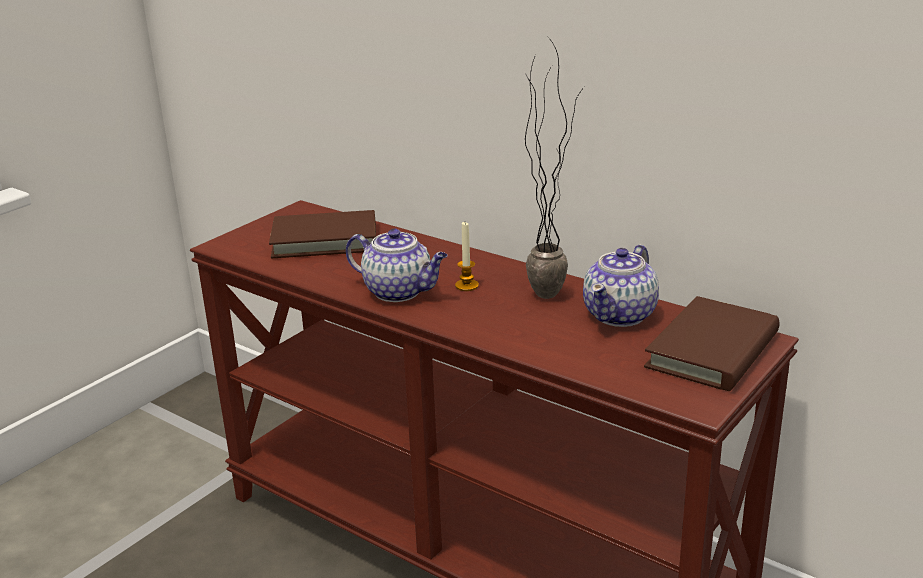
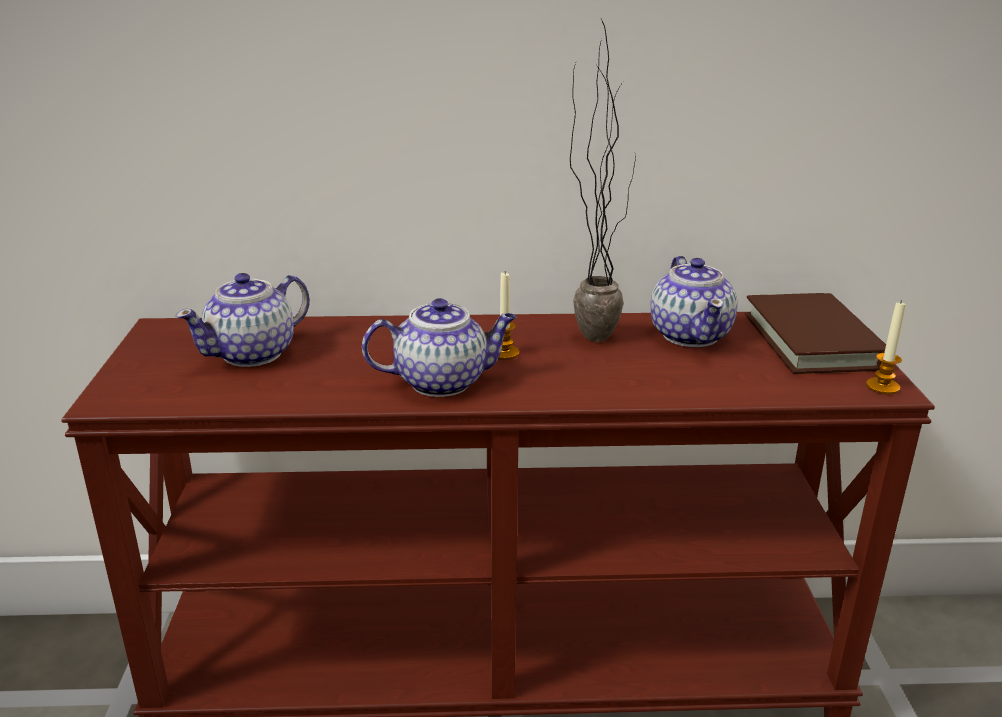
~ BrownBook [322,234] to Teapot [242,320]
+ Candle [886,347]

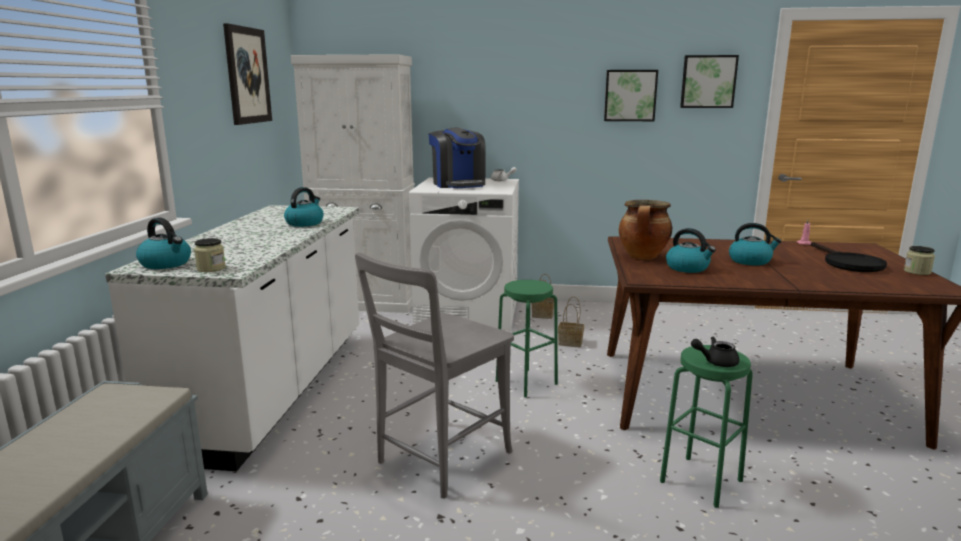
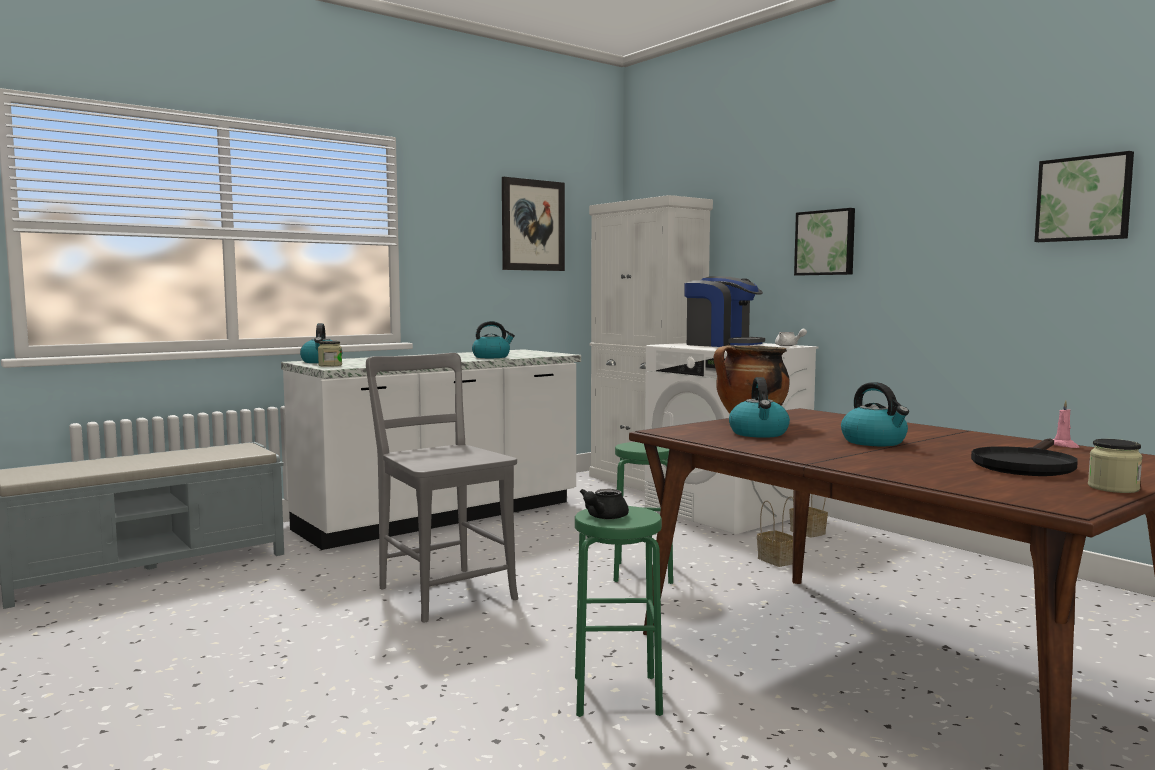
~ Picture [631,95] to [824,241]
~ CoffeeMachine [457,158] = [724,311] 75 degrees counterclockwise
~ GreyChair [434,375] = [442,488] 60 degrees clockwise
~ BlackTeapot [715,352] = [604,504] 105 degrees counterclockwise

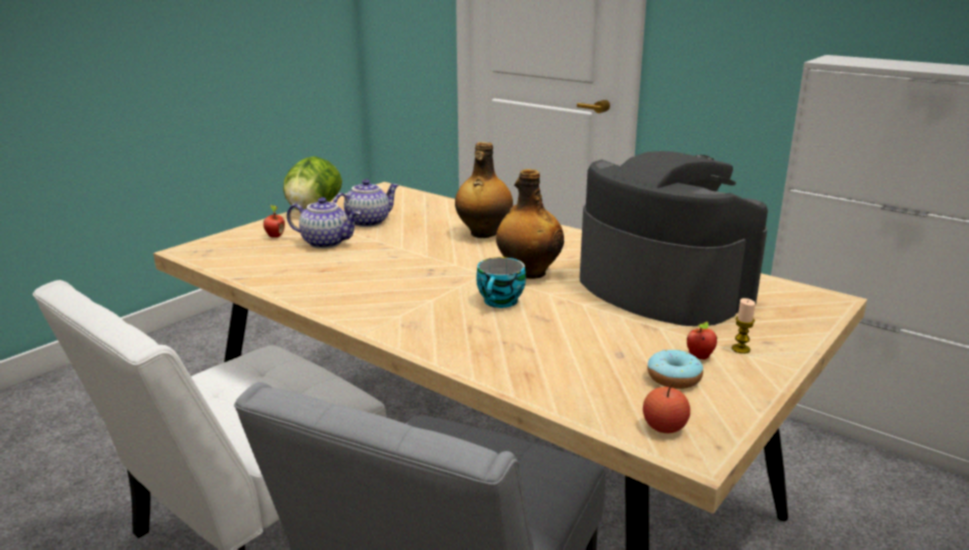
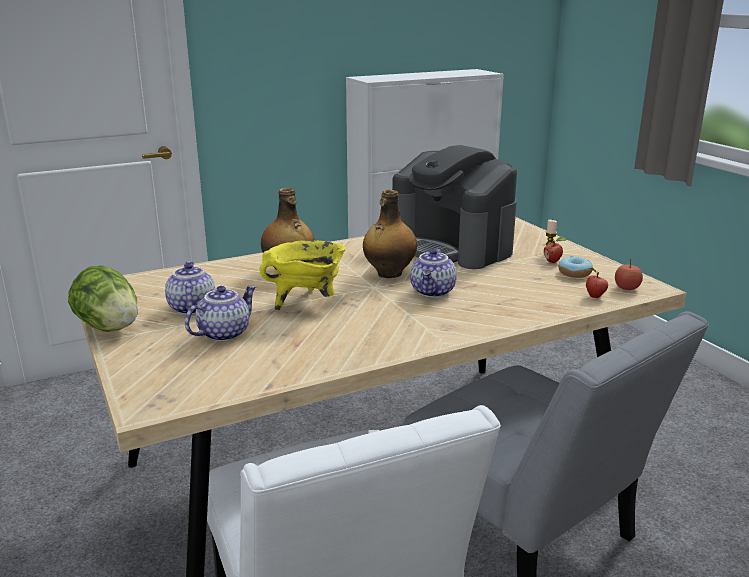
~ CoffeeMachine [674,238] = [454,207] 120 degrees counterclockwise
~ Apple [274,221] to [597,283]
~ Cup [501,282] to Teapot [433,272]
+ YellowCookingPot [302,275]

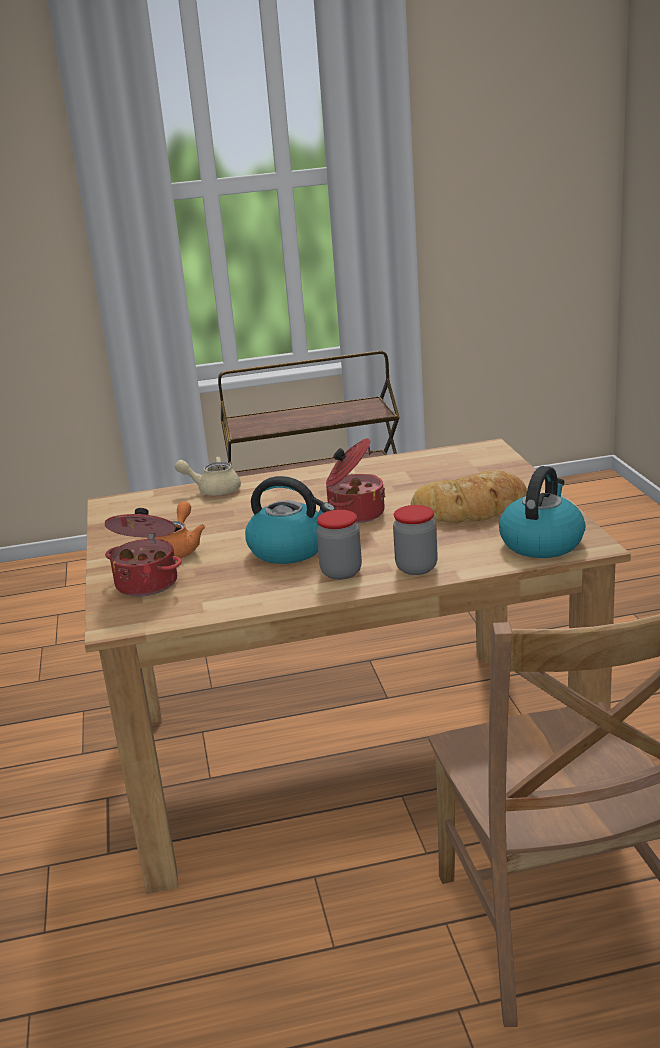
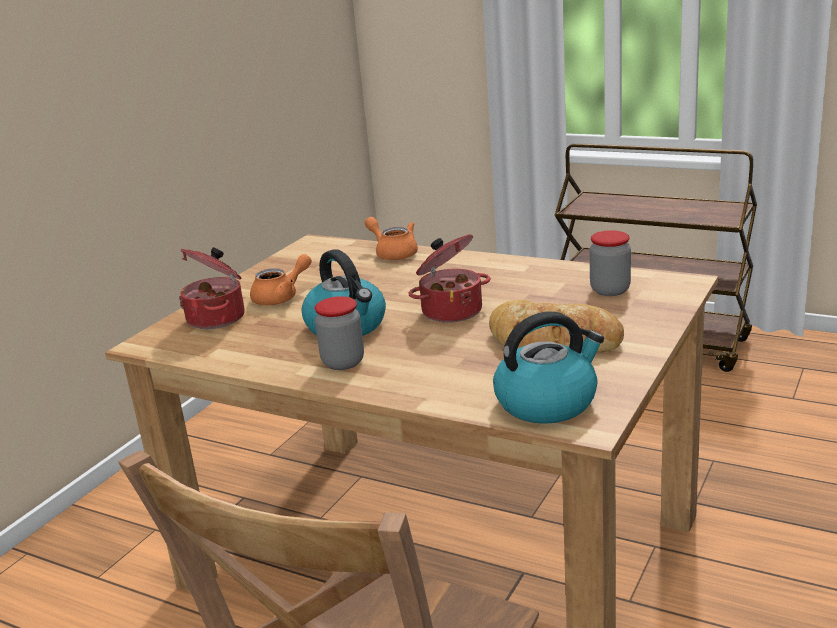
~ BeigeTeapot [208,476] to OrangeTeapot [391,238]
~ Jar [415,540] to [610,263]

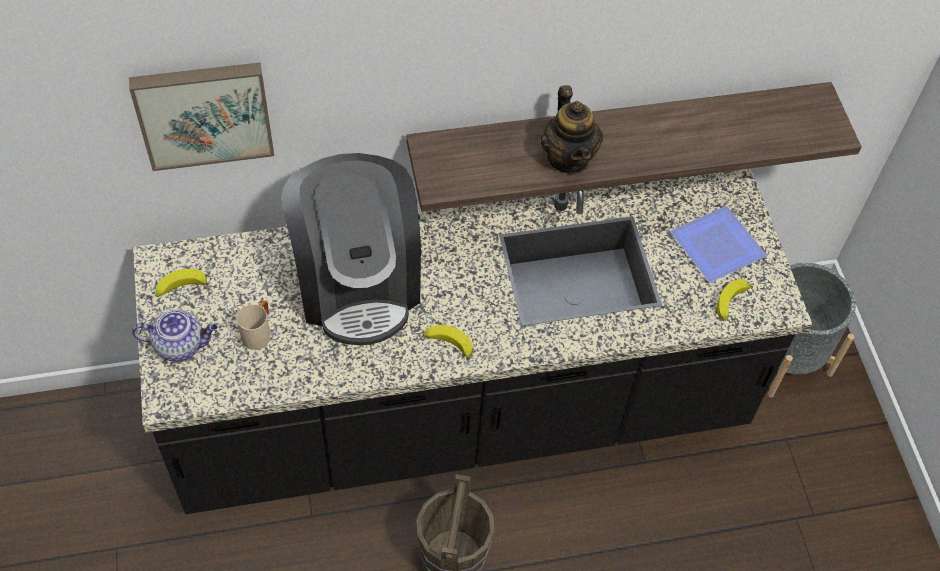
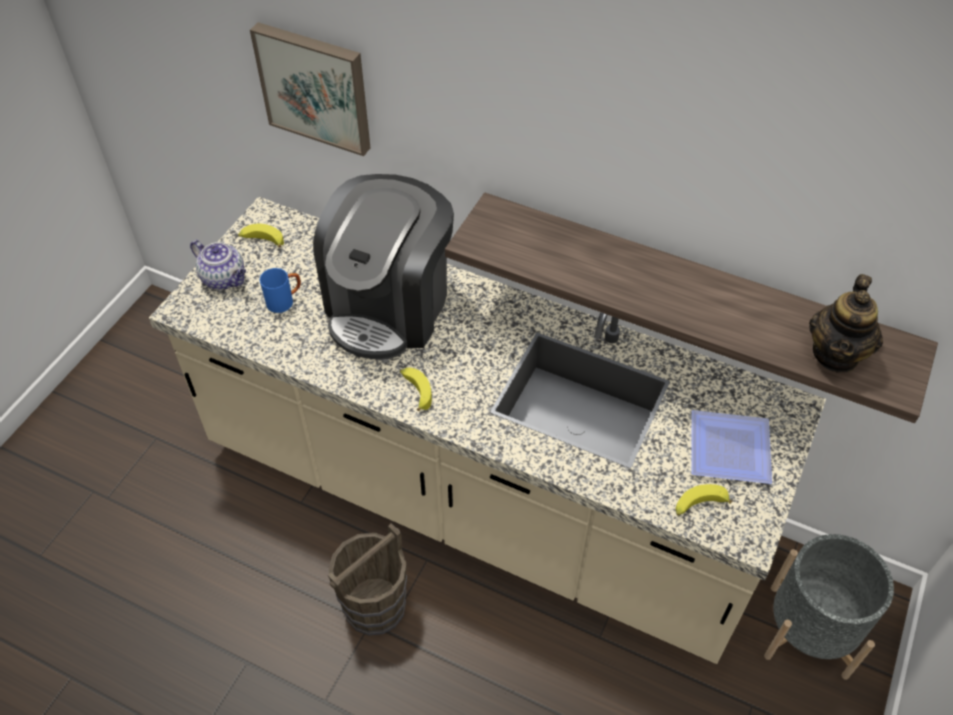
~ Teapot [572,129] to [846,323]
~ BlackCounter [472,341] to BeigeCounter [487,430]
~ BeigeMug [253,325] to BlueMug [280,290]

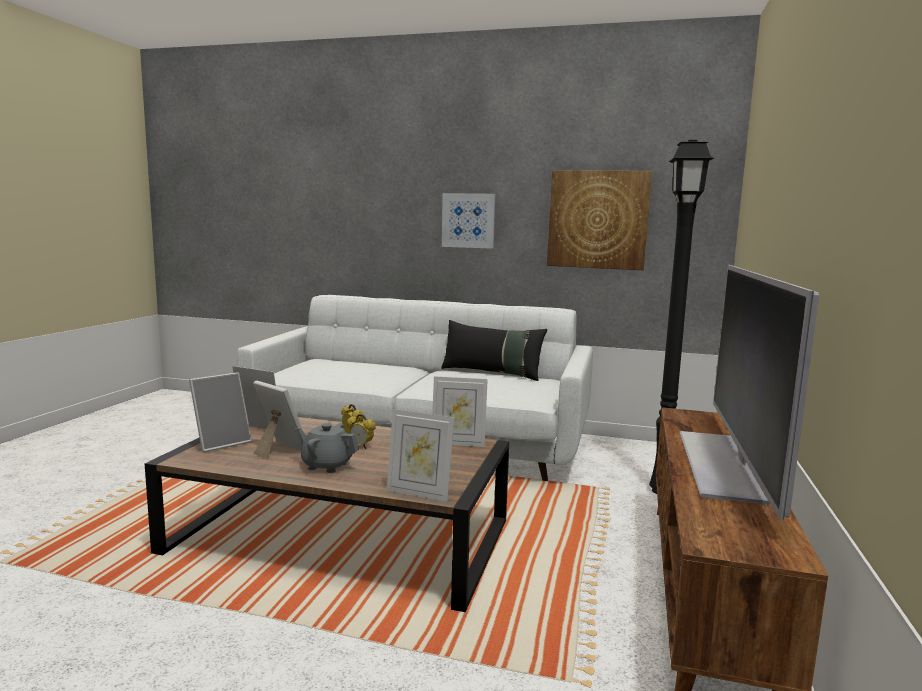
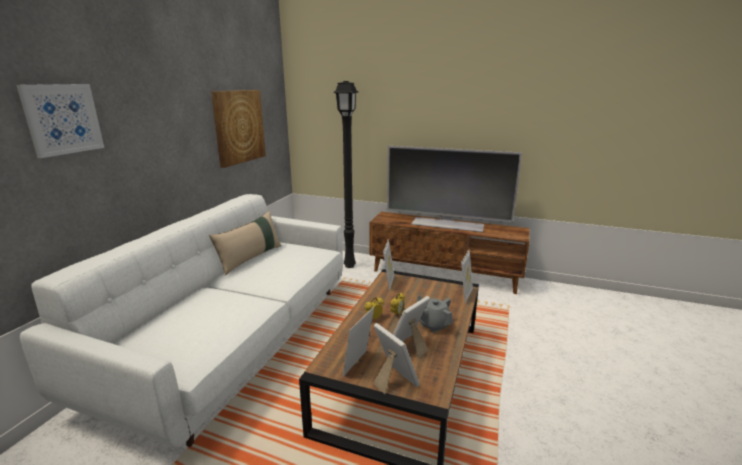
~ Picture [468,221] to [60,121]
~ BlackPillow [494,350] to BeigePillow [245,243]
~ GreyTeapot [326,448] = [435,314] 120 degrees clockwise

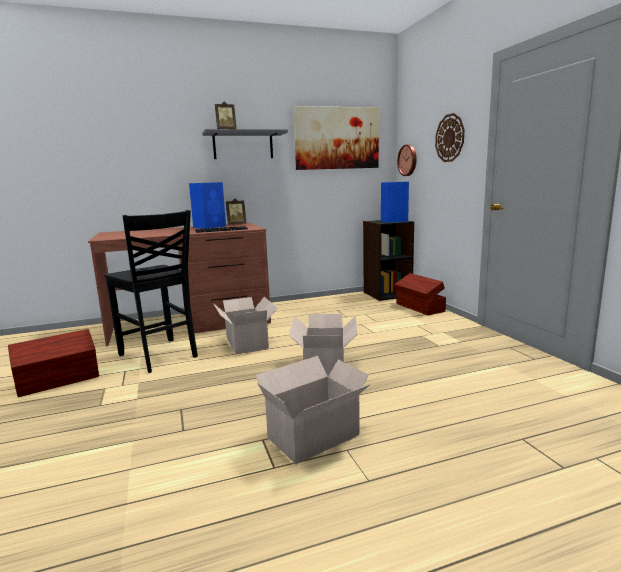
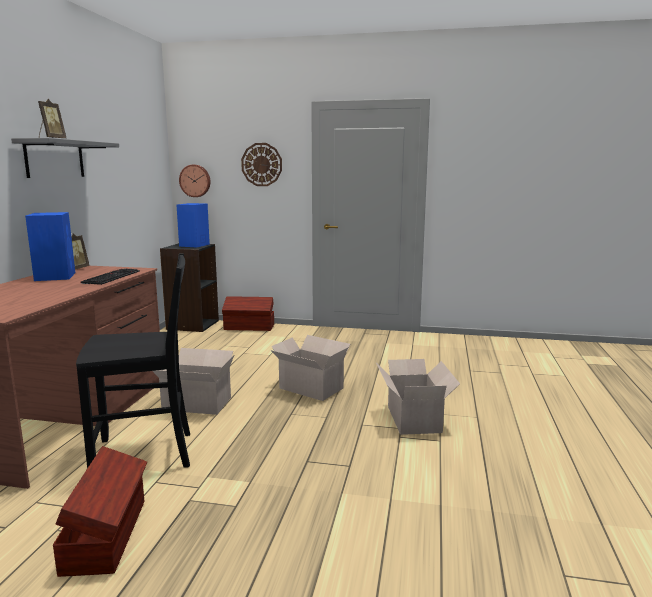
- Picture [336,138]

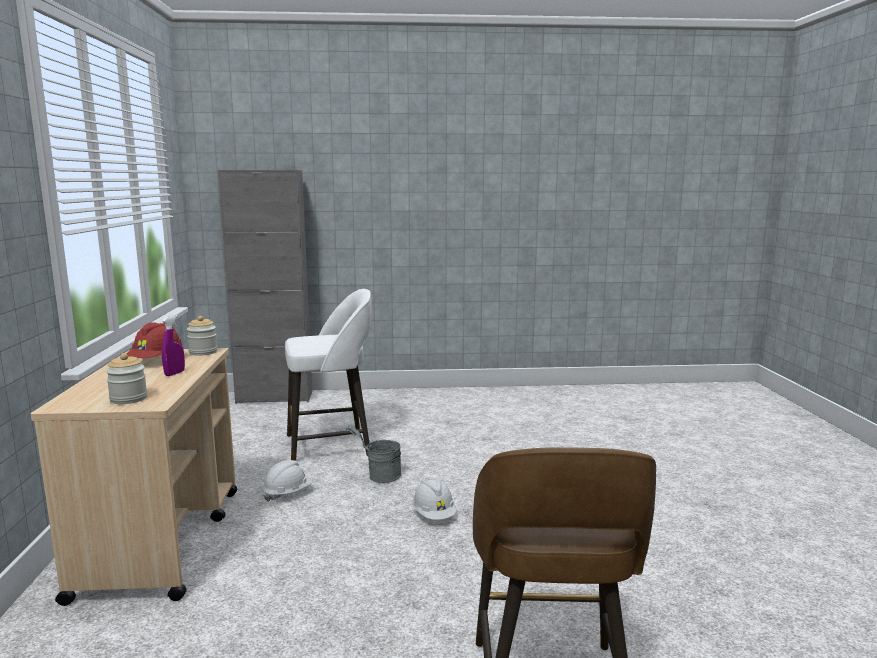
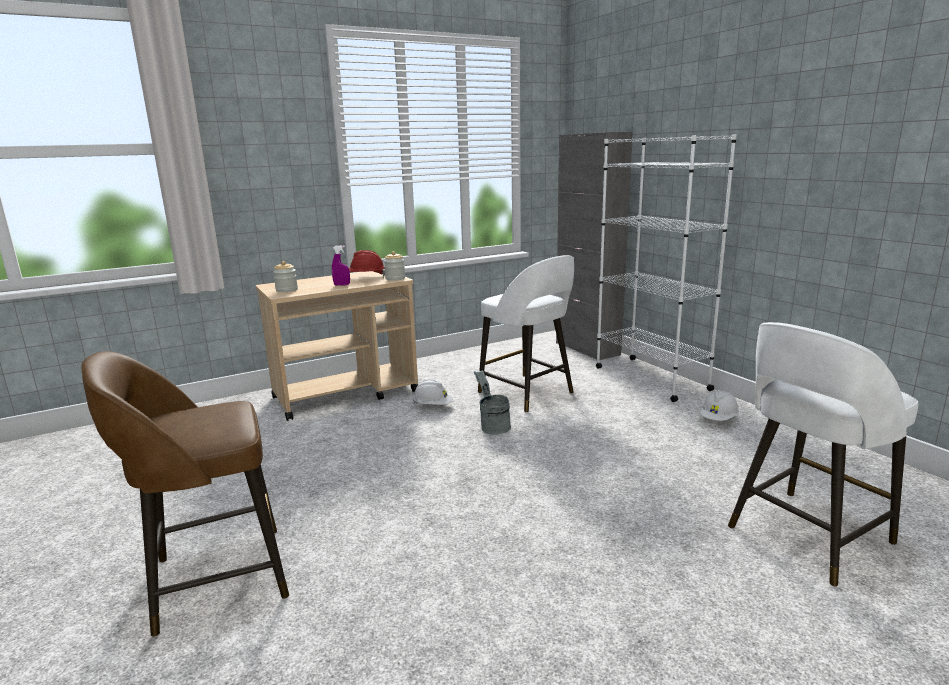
~ WhiteHardHat [434,499] to [719,405]
+ WhiteBookcase [666,268]
+ WhiteStool [823,454]

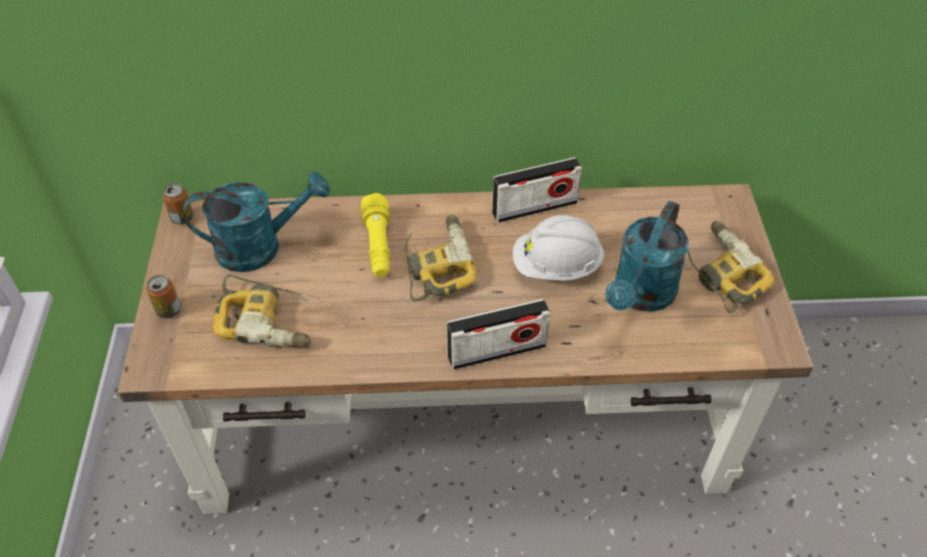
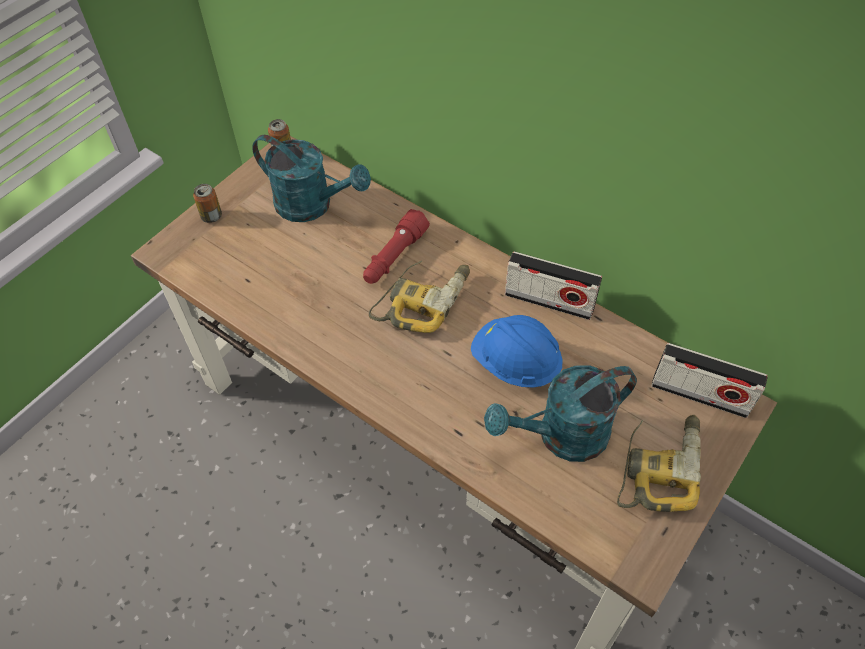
~ YellowFlashlight [375,235] to RedFlashlight [396,246]
~ WhiteHardHat [558,248] to BlueHardHat [517,351]
- PowerDrill [262,311]
~ Radio [498,334] to [709,380]

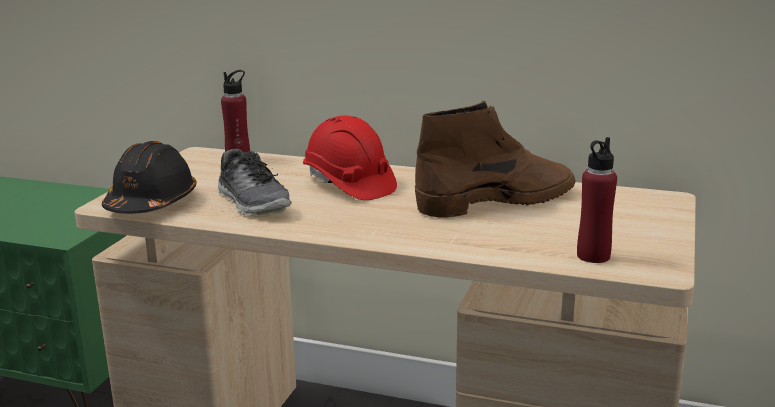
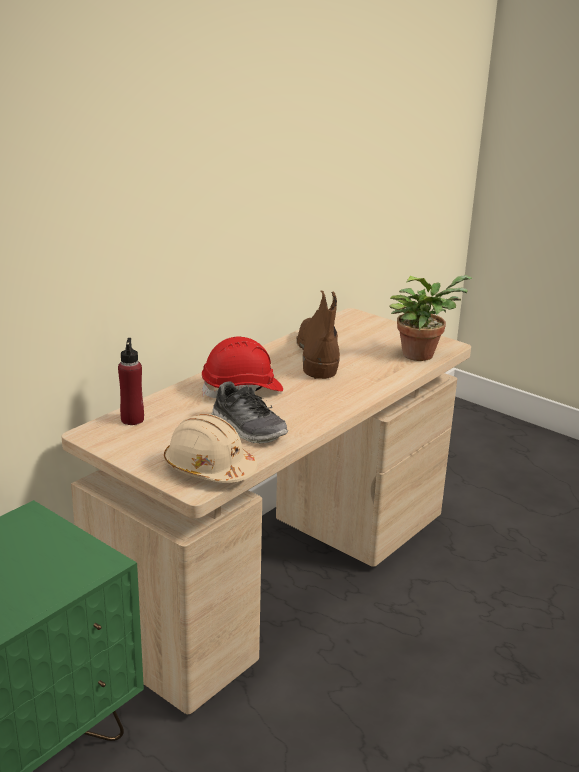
~ RedBottle [597,200] to PottedPlant [430,318]
~ BlackHardHat [149,177] to BeigeHardHat [211,448]
~ Shoe [254,182] = [249,412] 60 degrees clockwise

